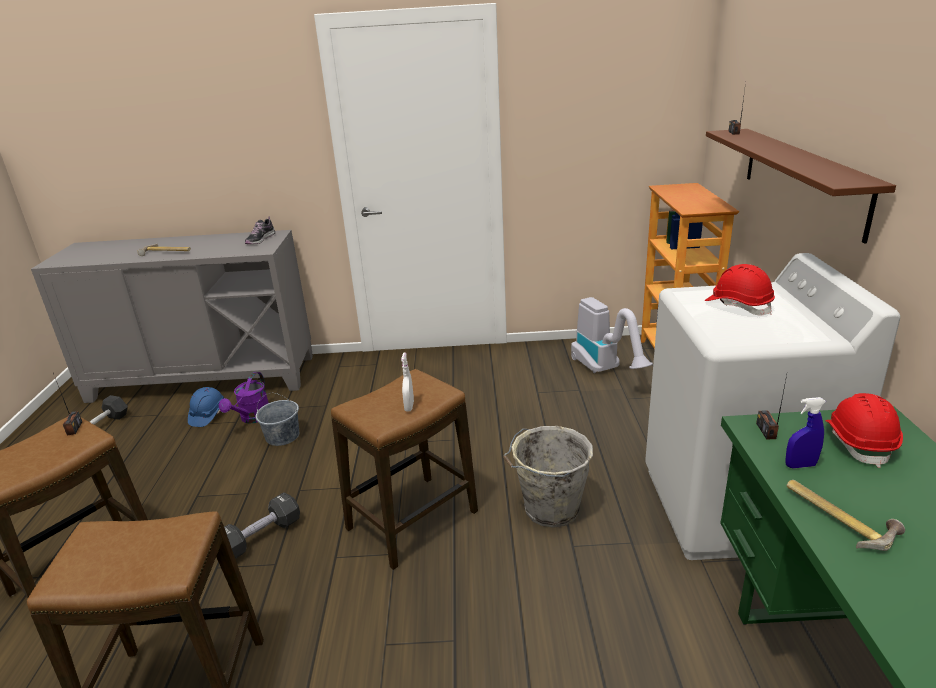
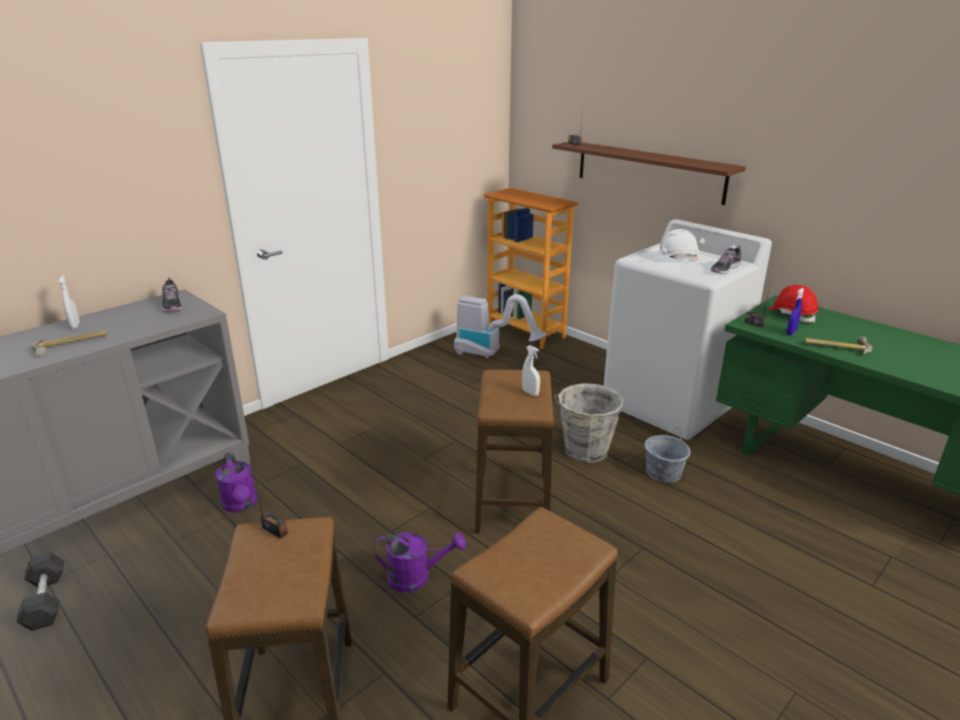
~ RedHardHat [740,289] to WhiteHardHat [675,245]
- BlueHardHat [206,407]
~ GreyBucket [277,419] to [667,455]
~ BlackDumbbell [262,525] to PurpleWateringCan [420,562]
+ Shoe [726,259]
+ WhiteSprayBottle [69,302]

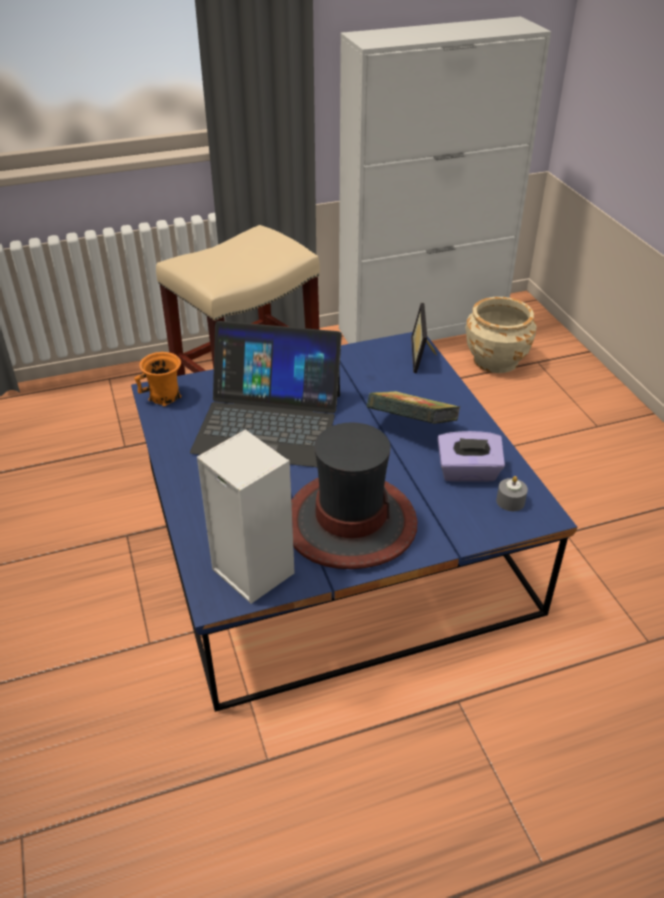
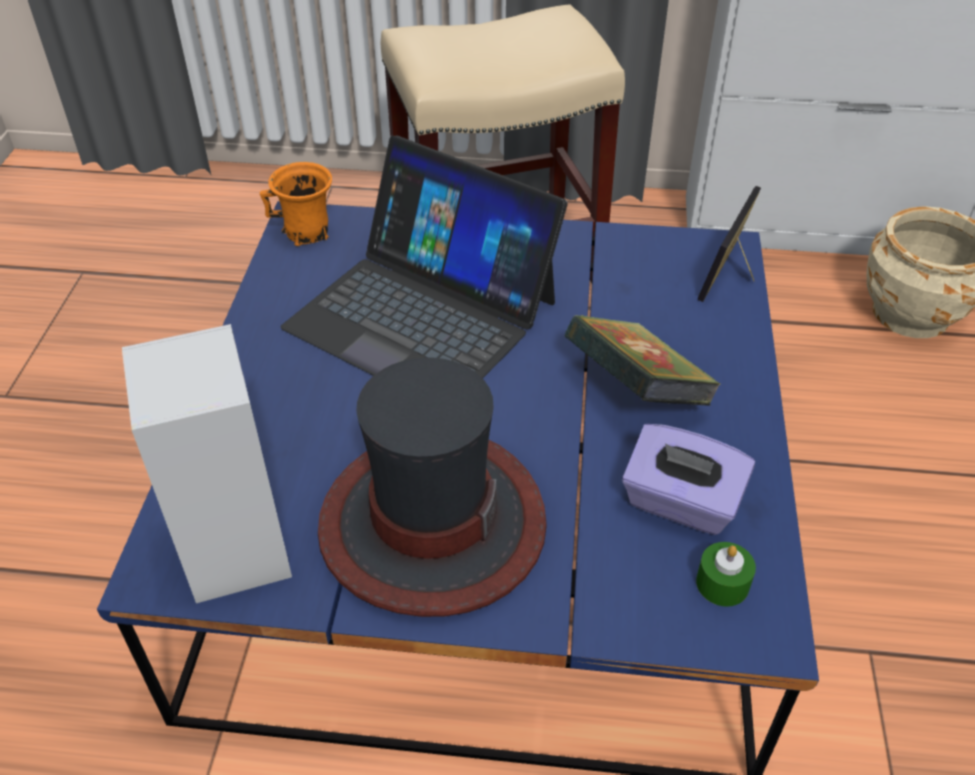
~ GreyCandle [512,493] to GreenCandle [726,574]

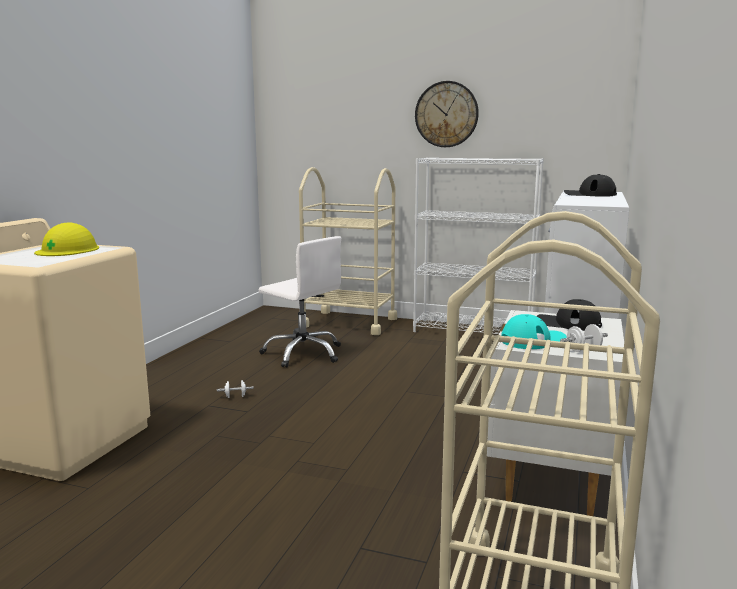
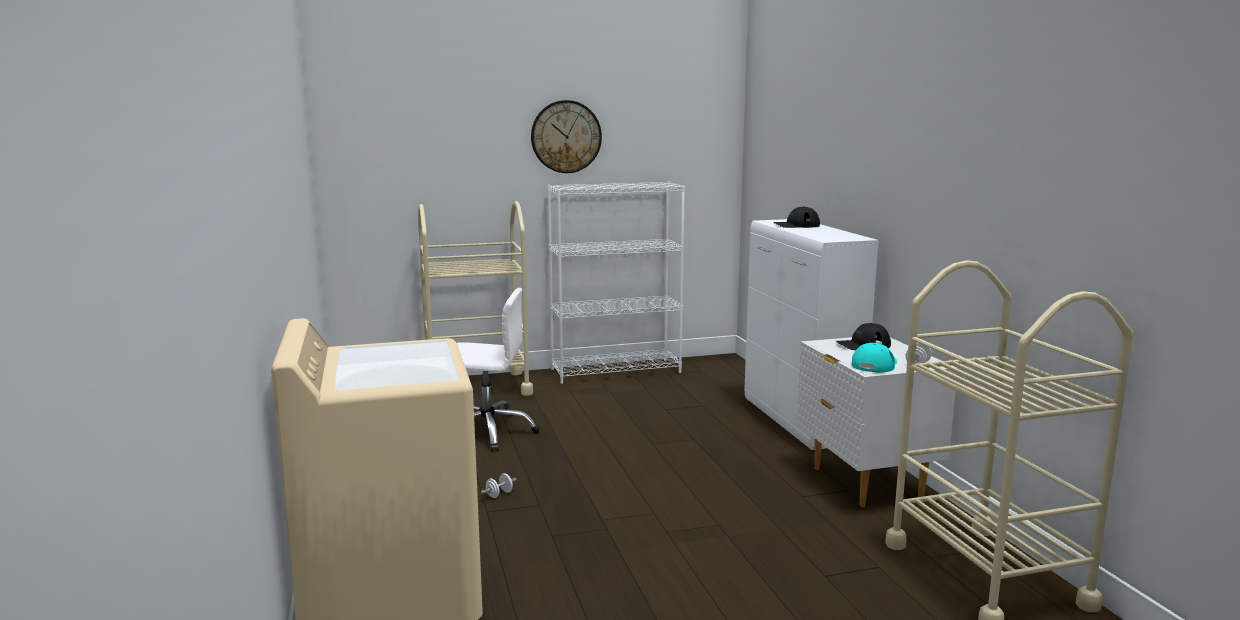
- YellowHardHat [66,239]

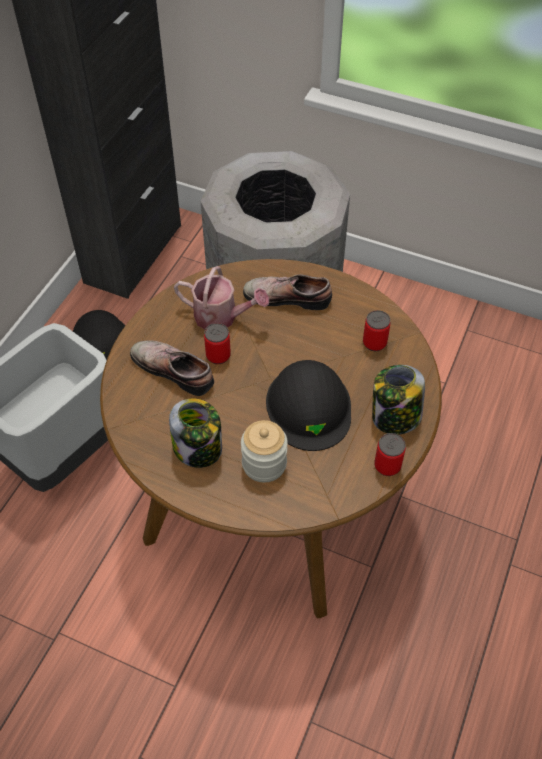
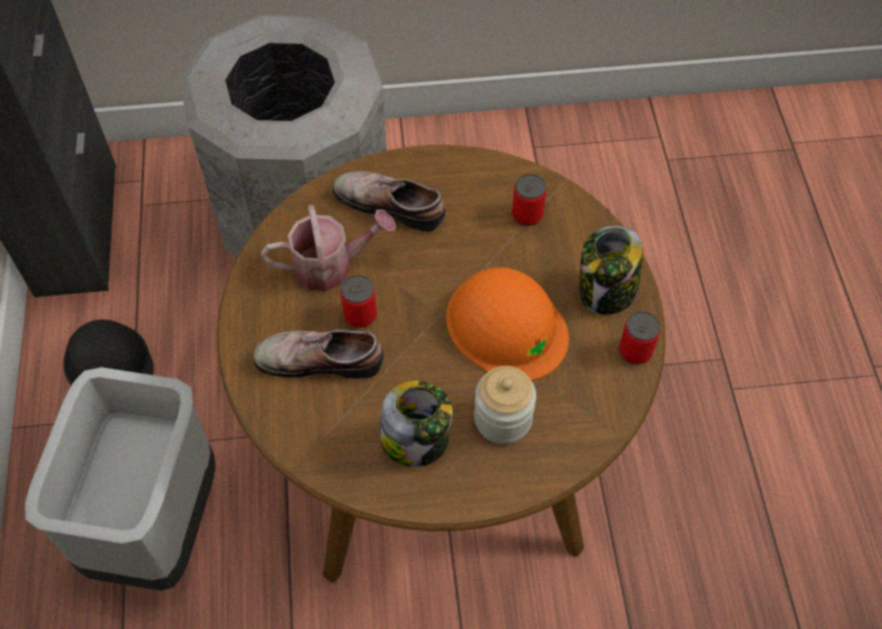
~ Shoe [287,292] = [389,201] 45 degrees clockwise
~ BlackHardHat [308,405] to OrangeHardHat [507,324]

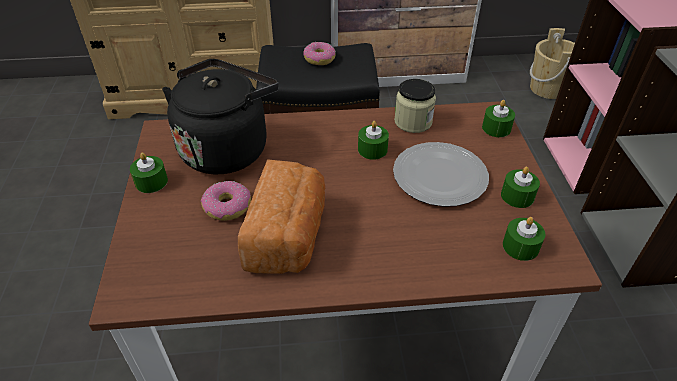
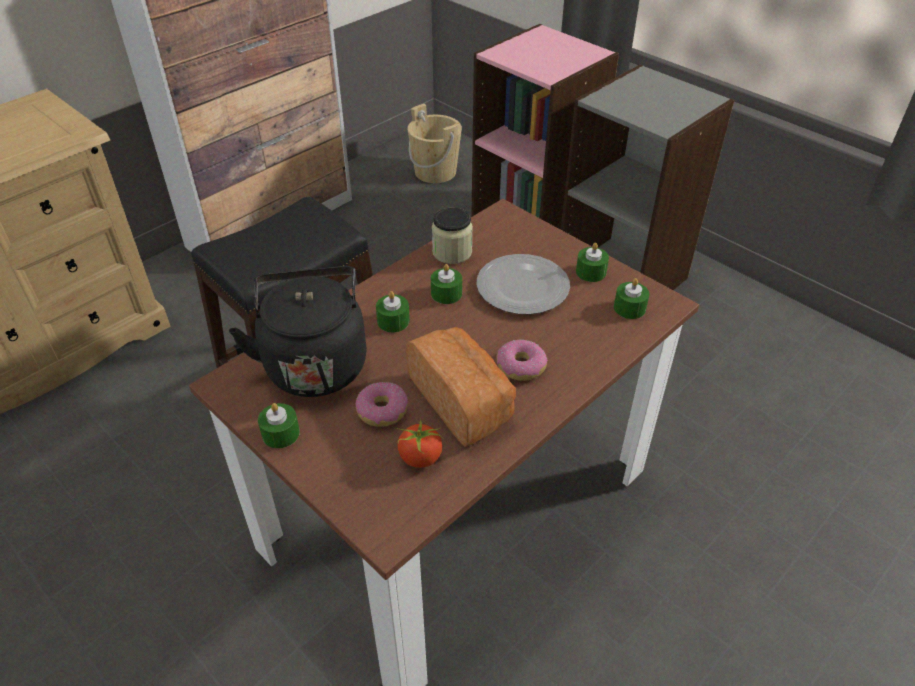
~ Donut [319,53] to [522,360]
~ GreenCandle [498,118] to [393,311]
+ Tomato [419,443]

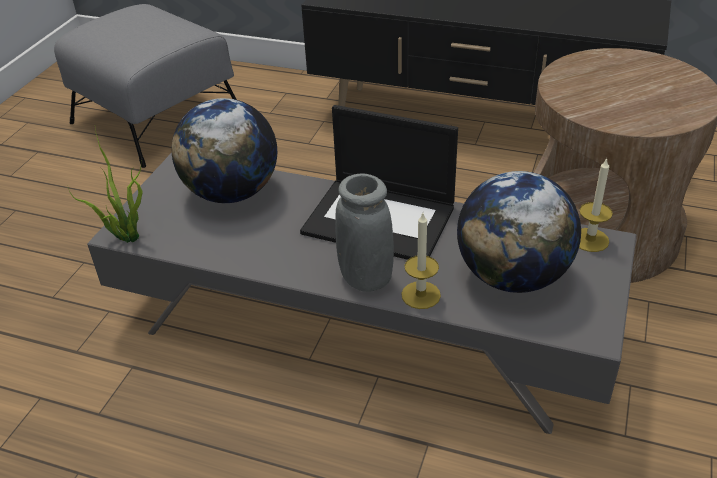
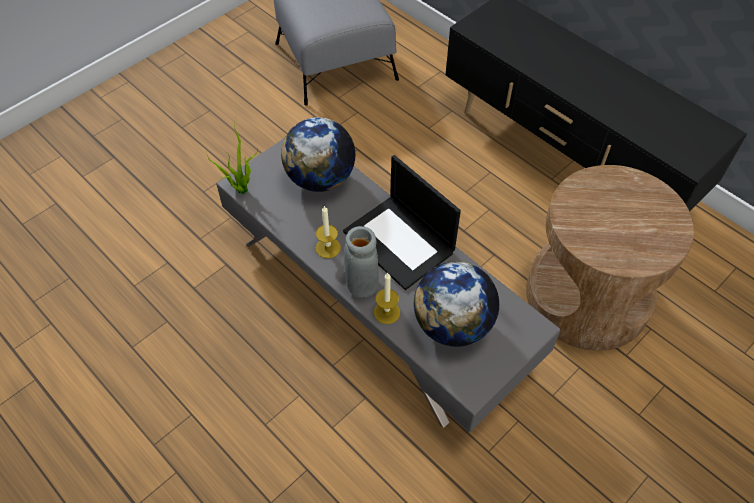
~ Candle [596,205] to [328,232]

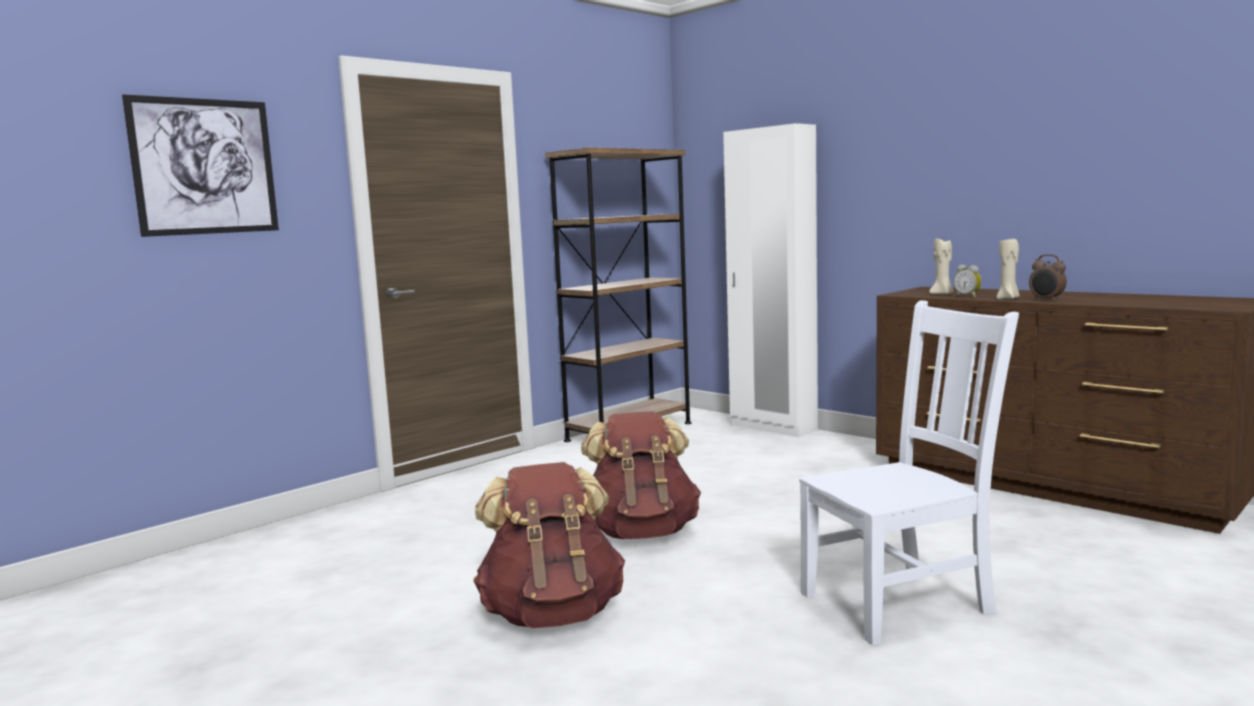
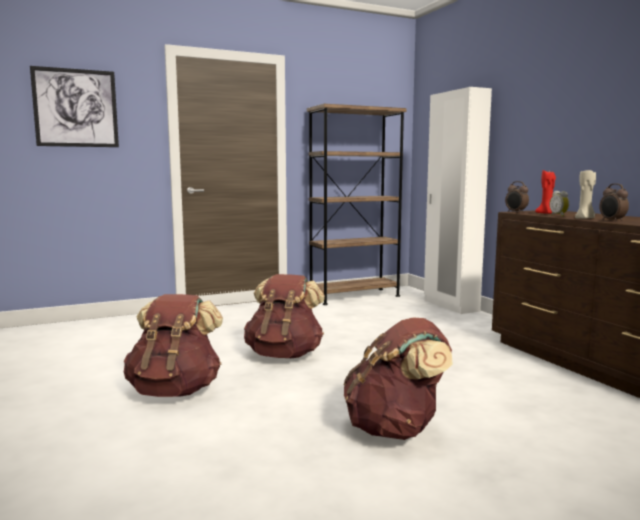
~ BeigeCandle [941,266] to RedCandle [545,192]
~ WhiteChair [909,472] to BrownBackpack [398,379]
+ AlarmClock [517,197]

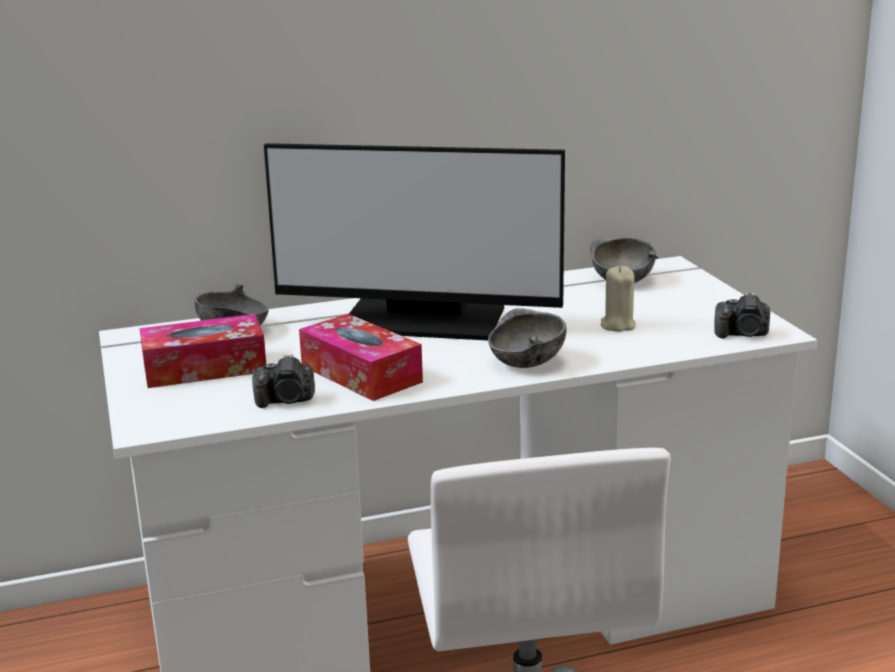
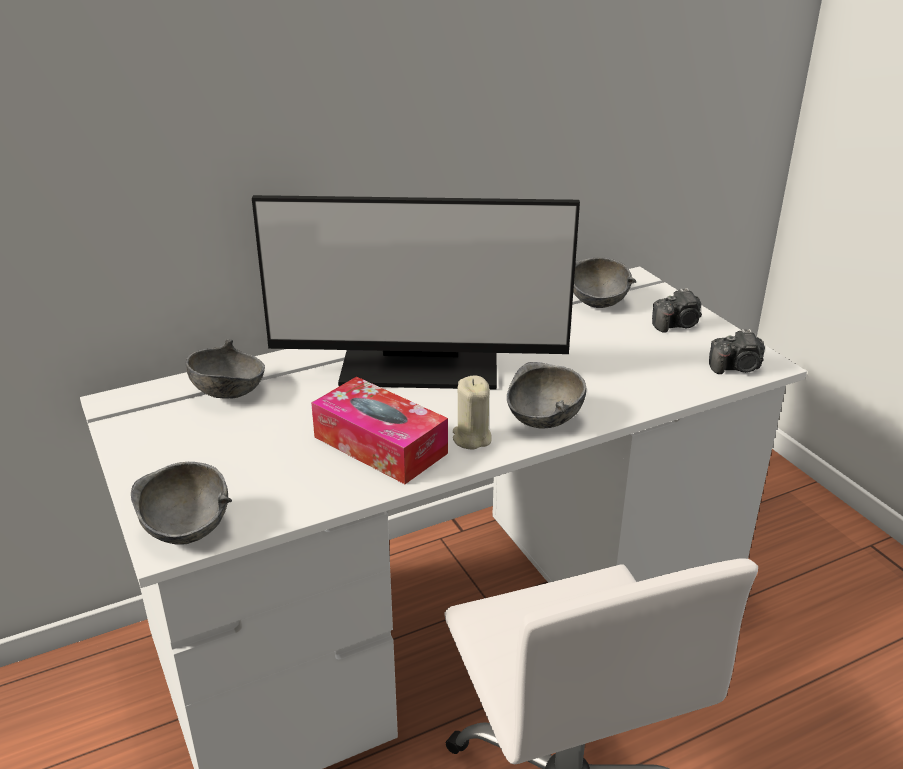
~ BeigeCandle [618,299] to [472,412]
- TissueBox [202,351]
~ PhotoCamera [283,381] to [677,310]
+ GreyBowl [181,503]

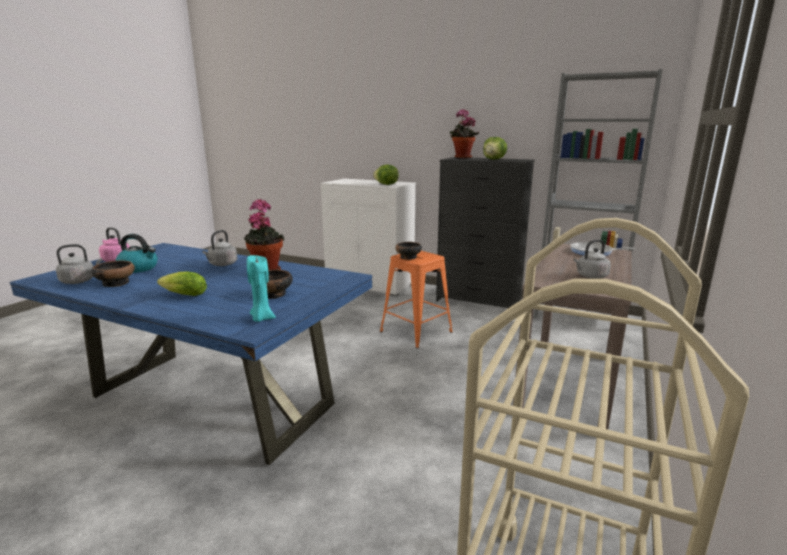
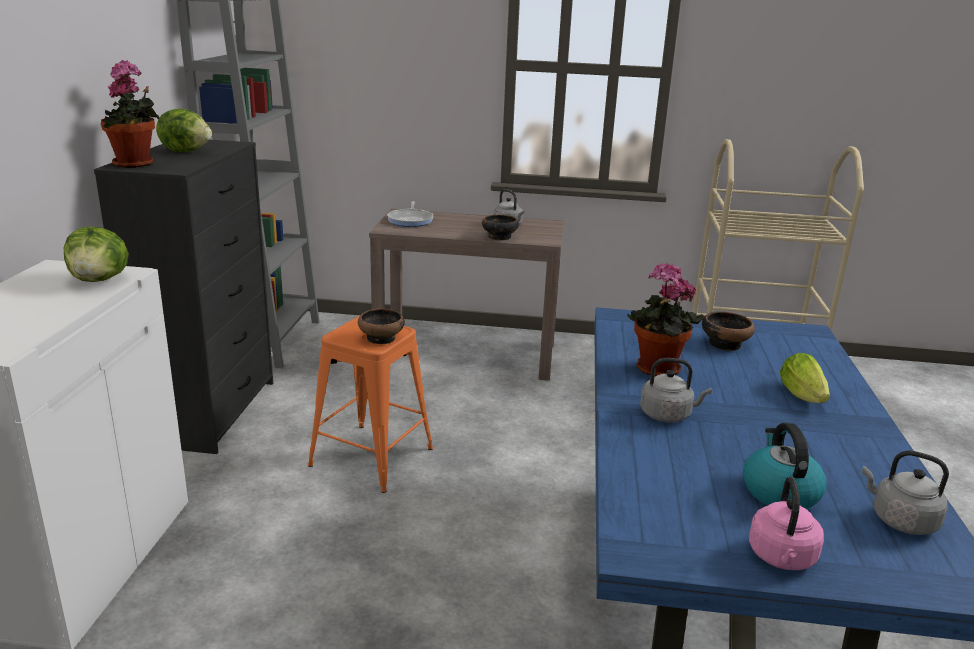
- TurquoiseCandle [261,288]
~ Bowl [113,274] to [500,227]

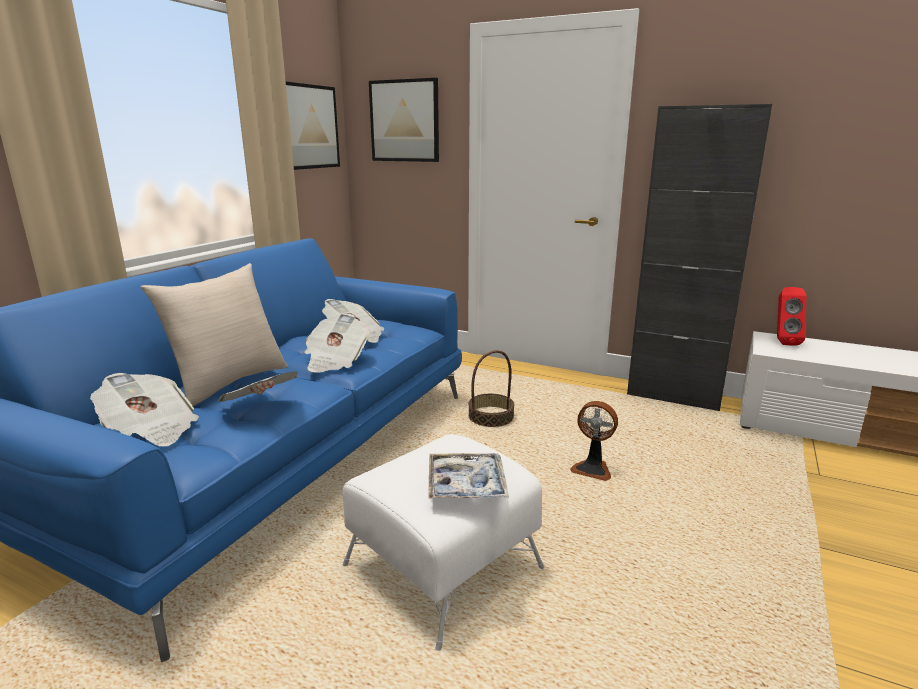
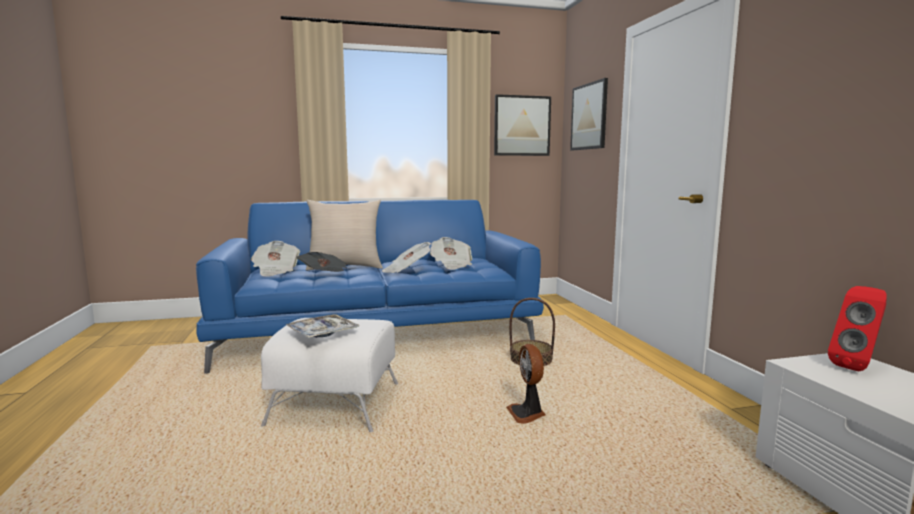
- BlackCabinet [699,257]

